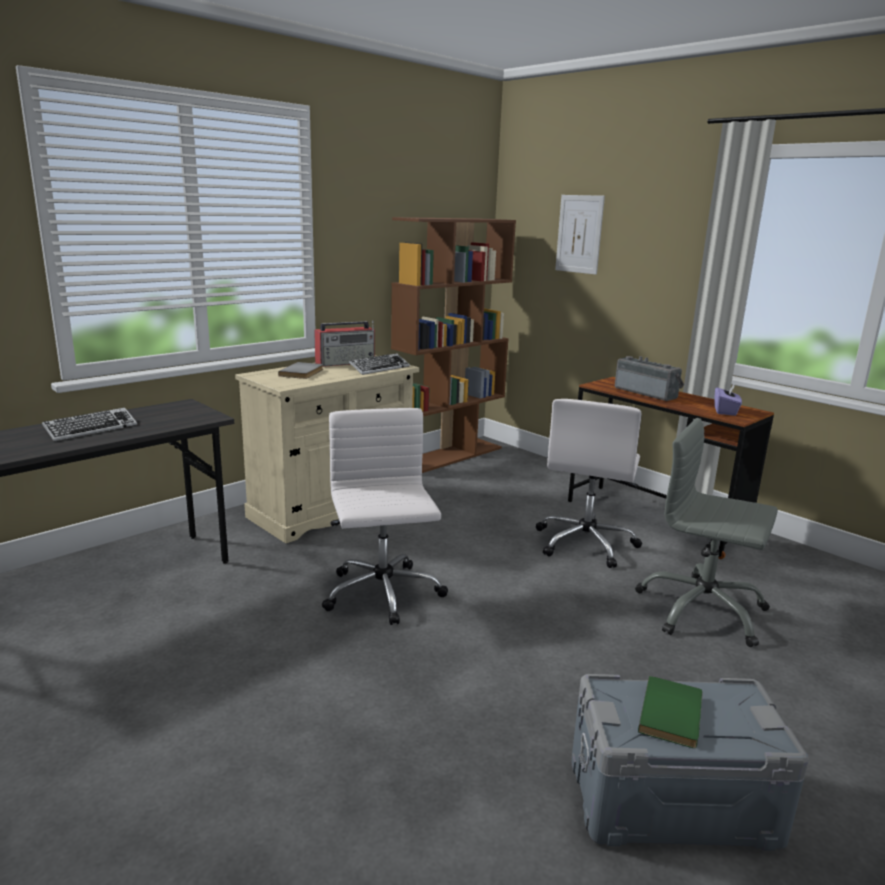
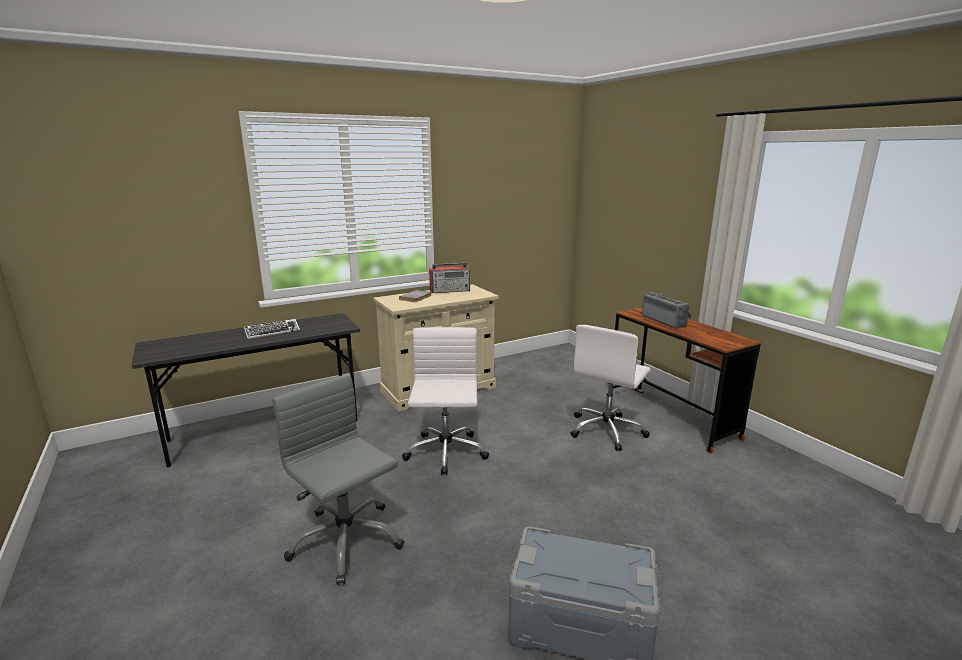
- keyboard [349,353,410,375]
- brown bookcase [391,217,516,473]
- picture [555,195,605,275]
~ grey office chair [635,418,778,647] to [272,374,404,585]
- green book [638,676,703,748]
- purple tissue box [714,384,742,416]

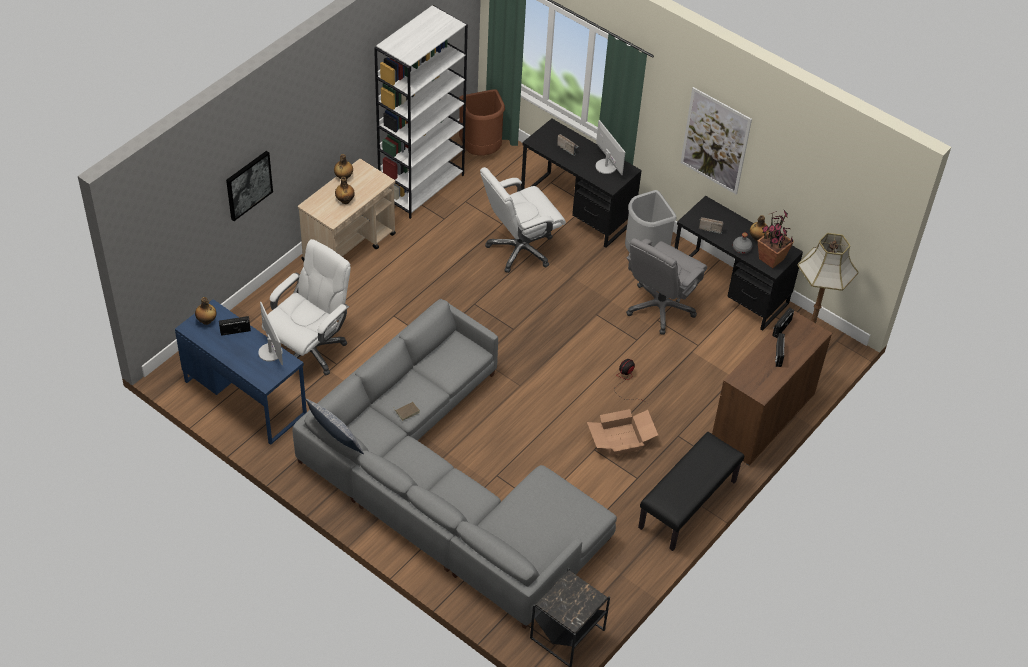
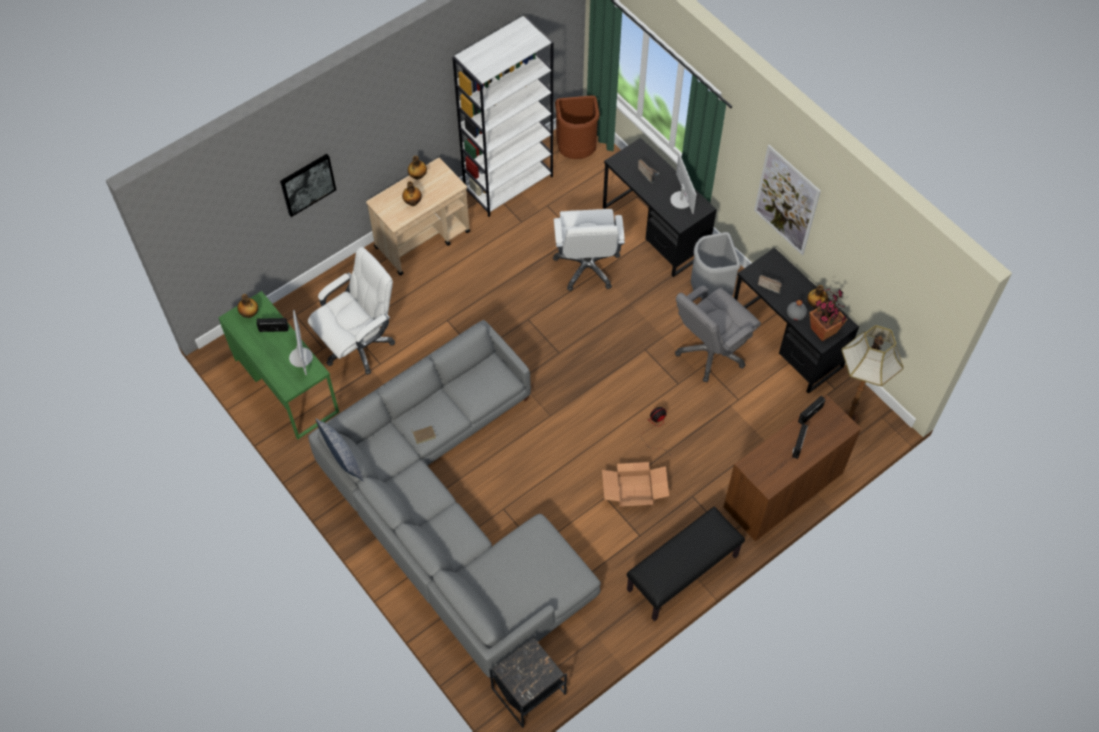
~ blue desk [175,299,307,445] to green desk [218,291,339,439]
~ white office chair [480,167,566,273] = [553,209,625,291] 75 degrees counterclockwise

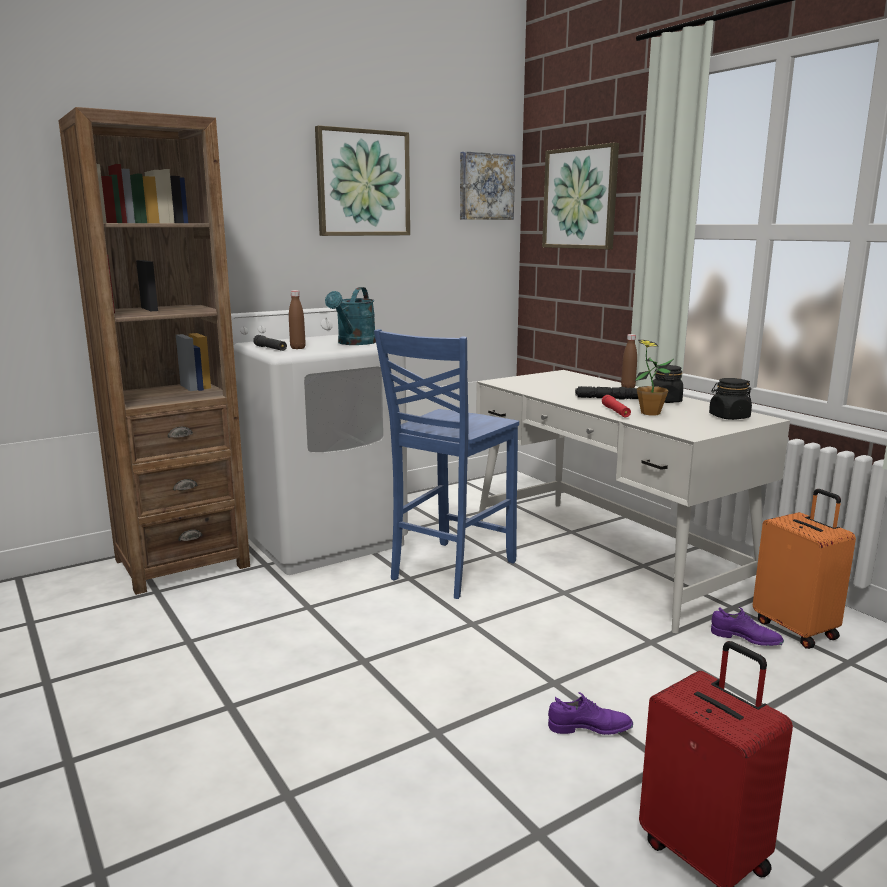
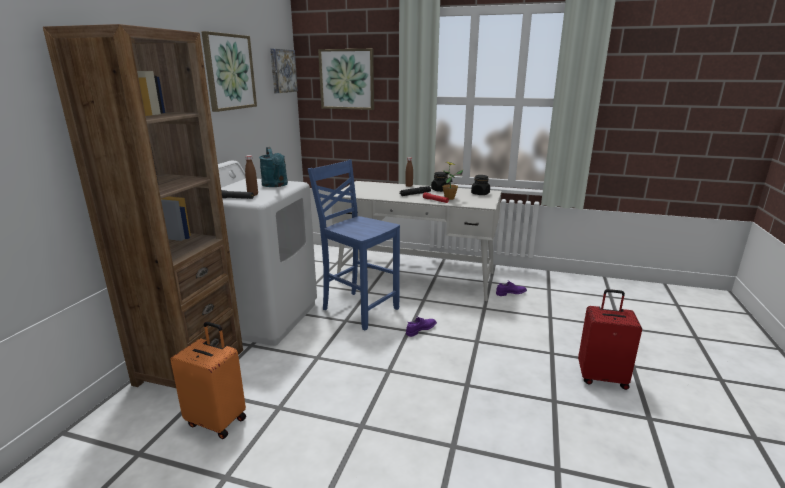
~ blue chair [374,329,519,599] = [308,159,400,331] 135 degrees clockwise
~ purple shoe [548,692,633,735] to [406,316,437,337]
~ orange suitcase [753,489,856,649] to [170,322,246,439]

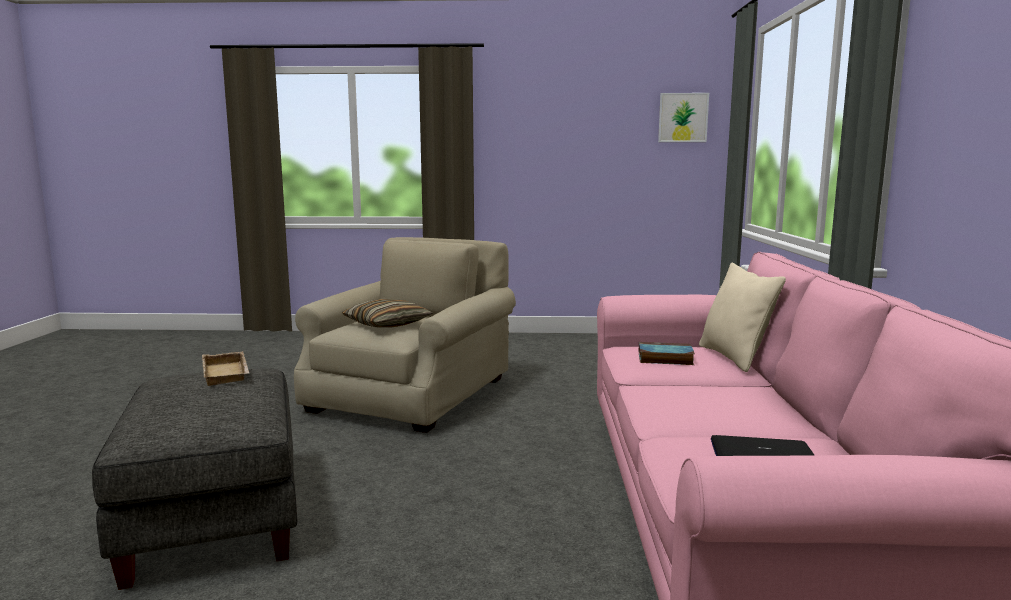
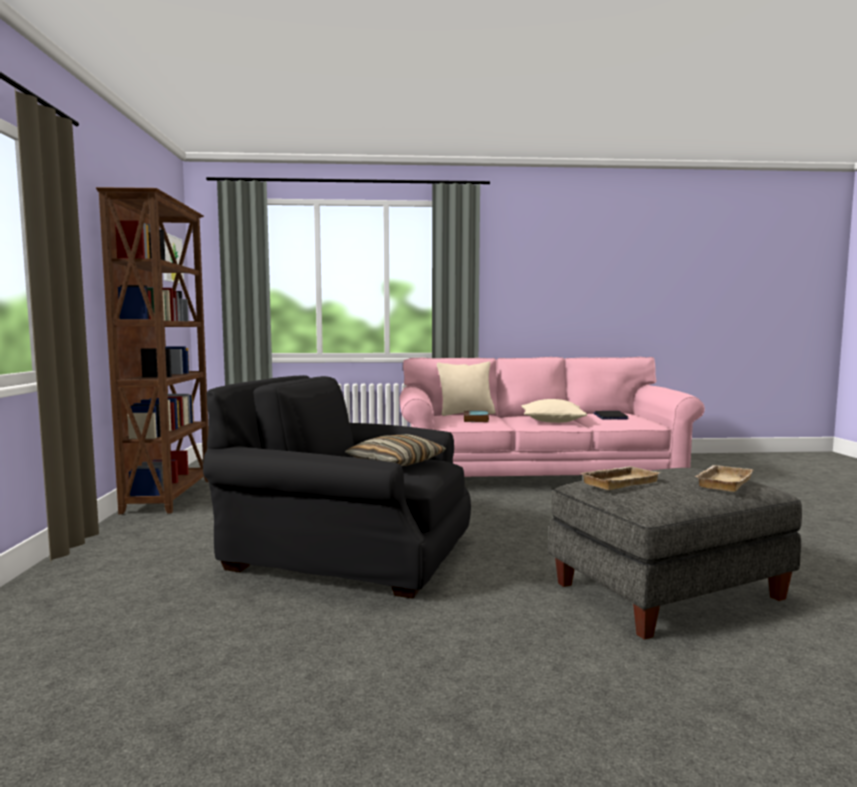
~ beige armchair [294,237,516,433] to black armchair [203,375,471,599]
+ brown bookcase [96,187,208,514]
+ beige pillow [522,399,587,423]
+ beige tray [696,465,754,492]

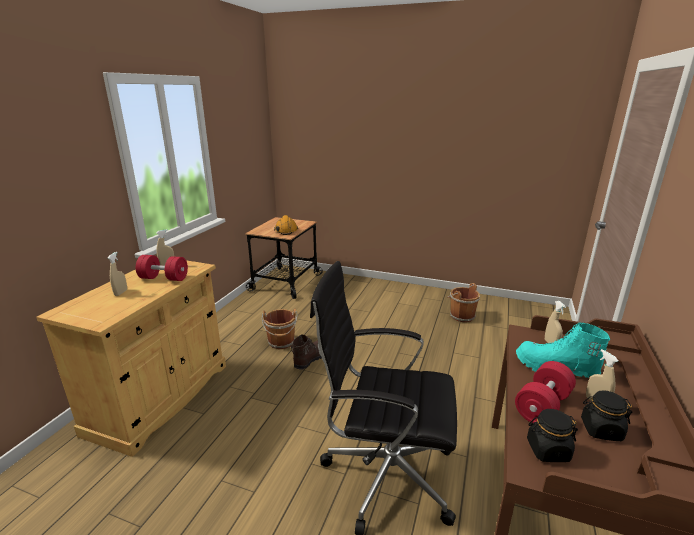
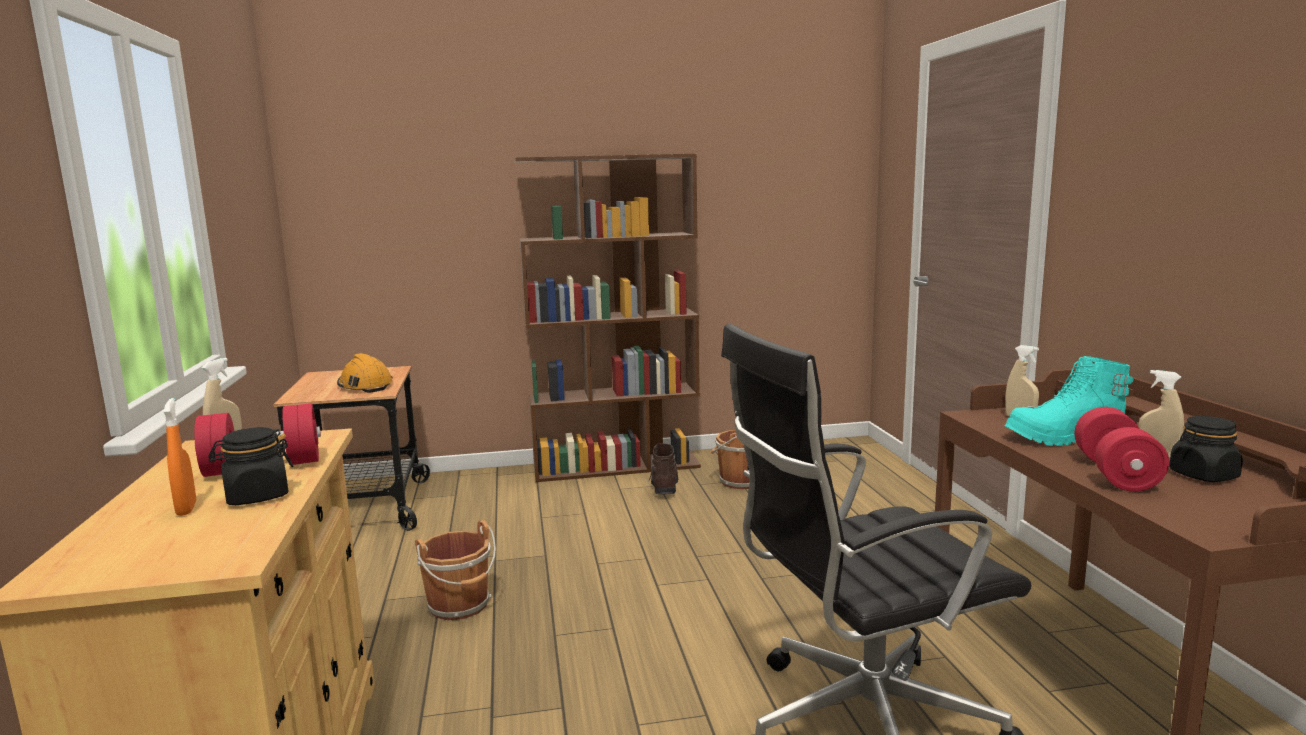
~ beige spray bottle [108,252,127,296] to orange spray bottle [163,398,196,516]
~ brown boot [291,334,322,370] to [648,444,678,494]
~ black jar [527,409,578,462] to [208,427,293,505]
+ brown bookcase [515,154,701,482]

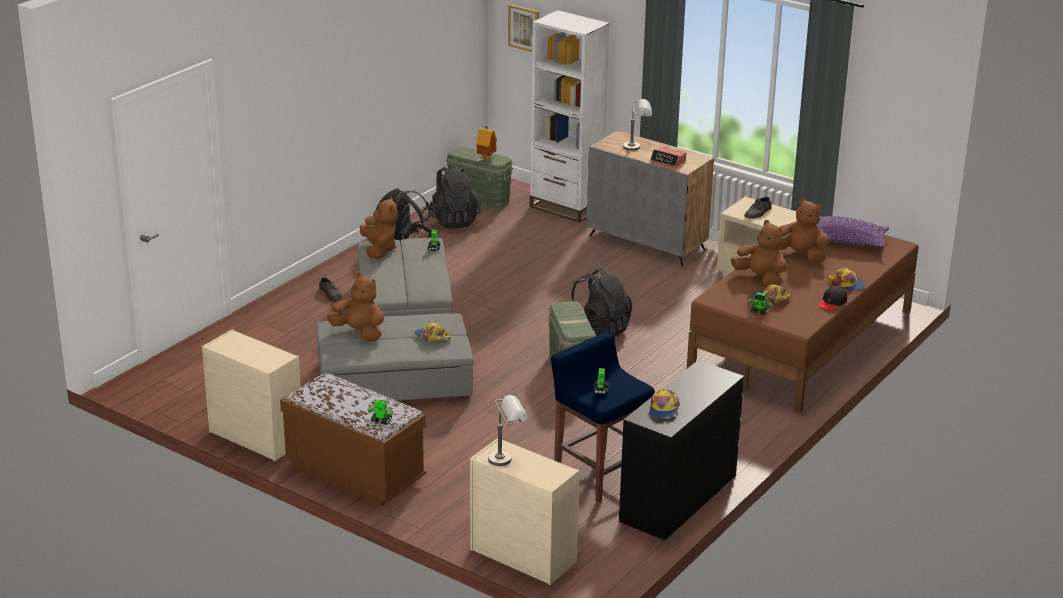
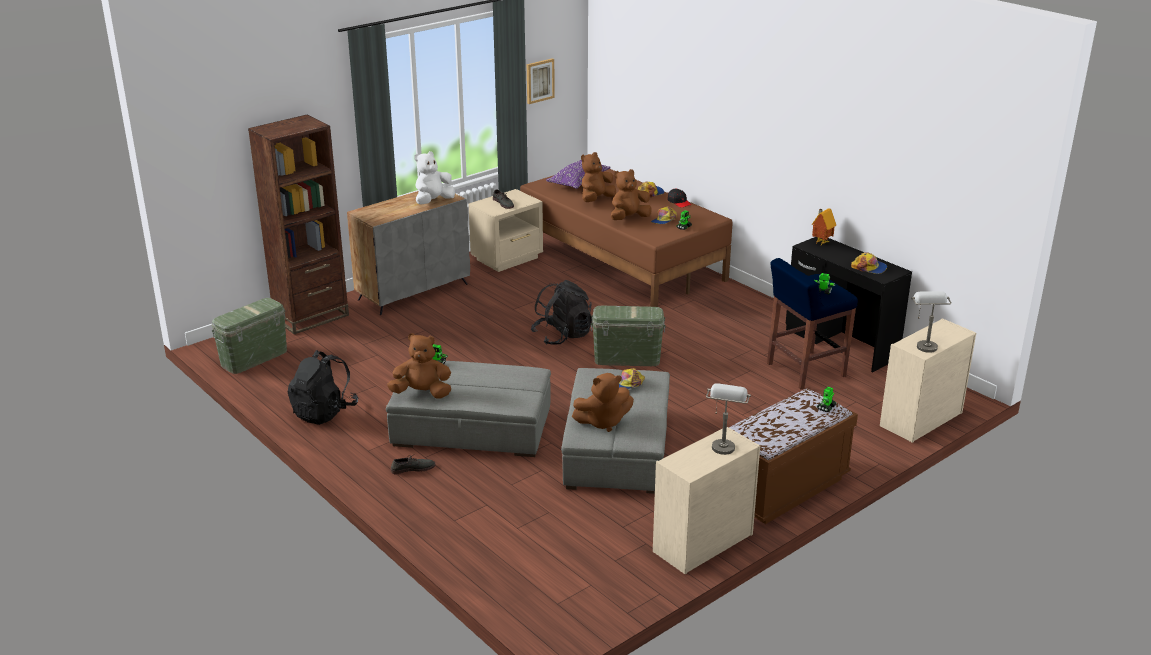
~ brown plush toy [327,273,384,342] = [572,373,634,432] 150 degrees counterclockwise
- black backpack [427,166,481,229]
~ toy house [476,126,497,161] to [811,208,836,245]
~ picture [508,4,539,52] to [527,58,555,104]
~ white bookcase [530,10,610,223] to brown bookcase [248,115,349,334]
~ grey table lamp [623,99,652,151] to [706,383,751,455]
~ alarm clock [650,146,686,168] to white plush toy [414,151,455,205]

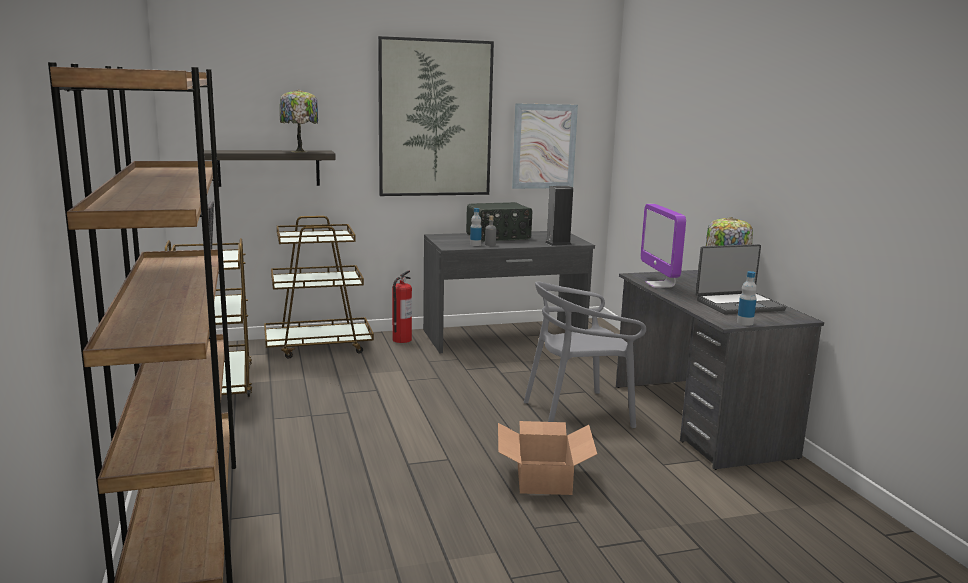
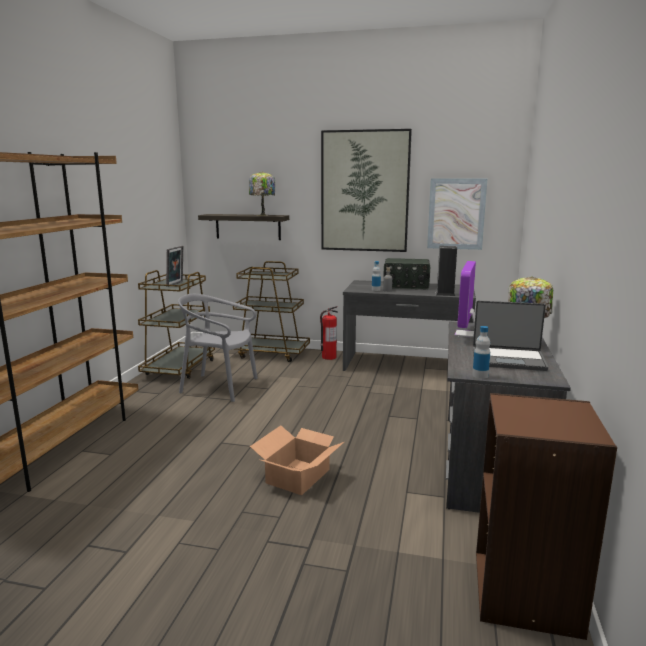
~ grey chair [524,282,646,428] to [178,294,258,402]
+ brown bookcase [476,393,617,640]

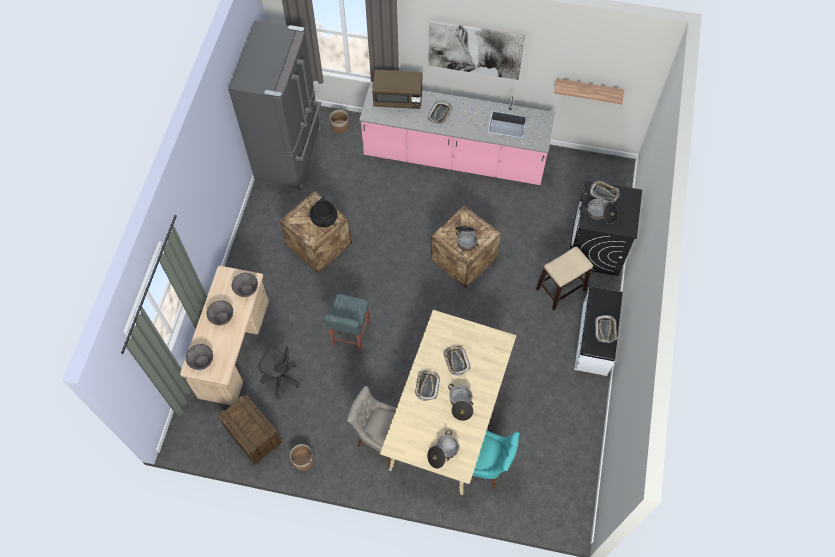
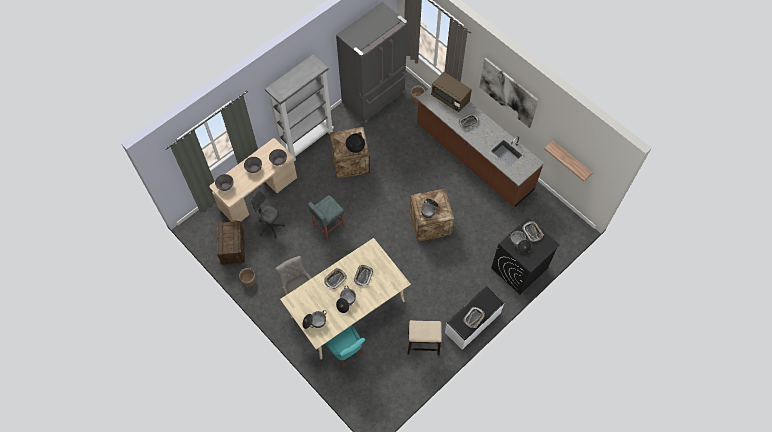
~ grey office chair [258,345,300,398] = [251,191,285,239] 150 degrees clockwise
~ pink counter [359,82,555,185] to brown counter [417,87,544,207]
~ stool [536,247,593,311] to [407,320,442,355]
+ grey bookcase [265,54,334,161]

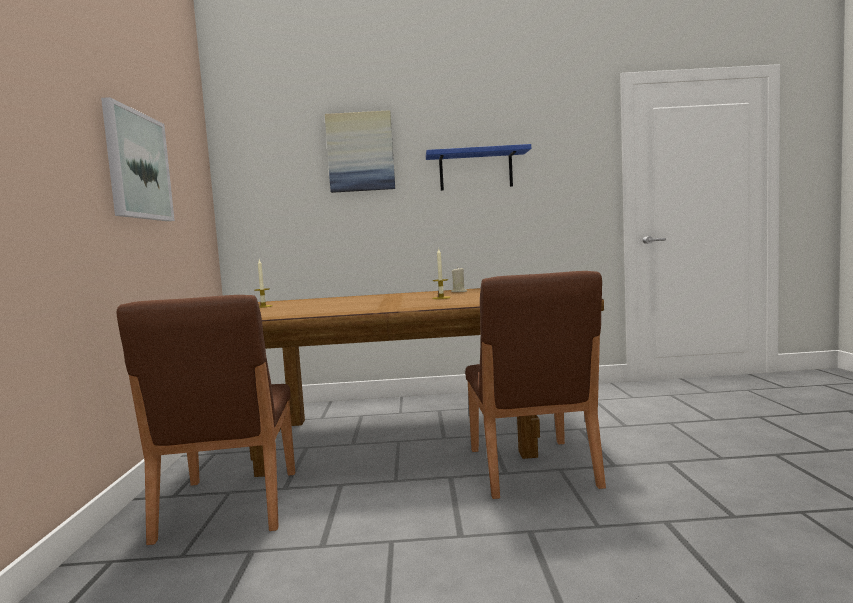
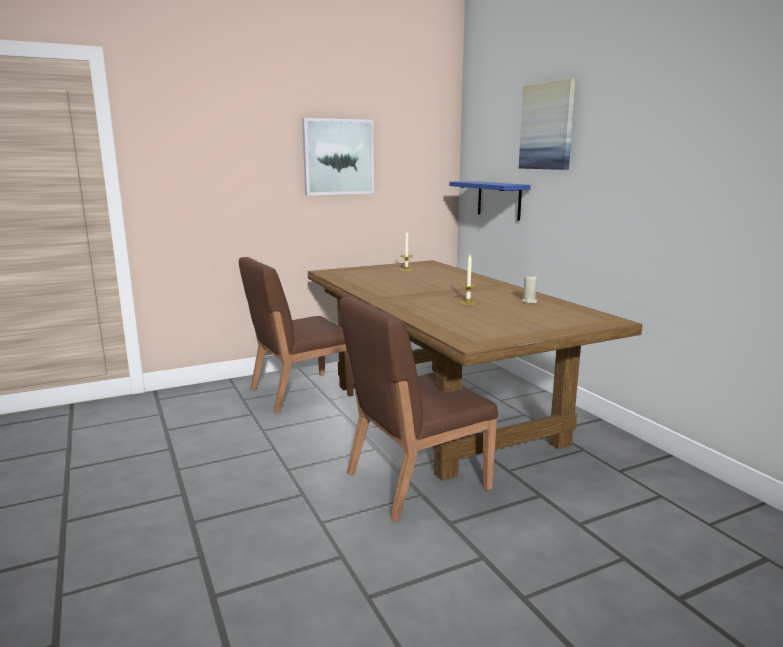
~ blue shelf [426,144,531,191] to [449,181,531,221]

